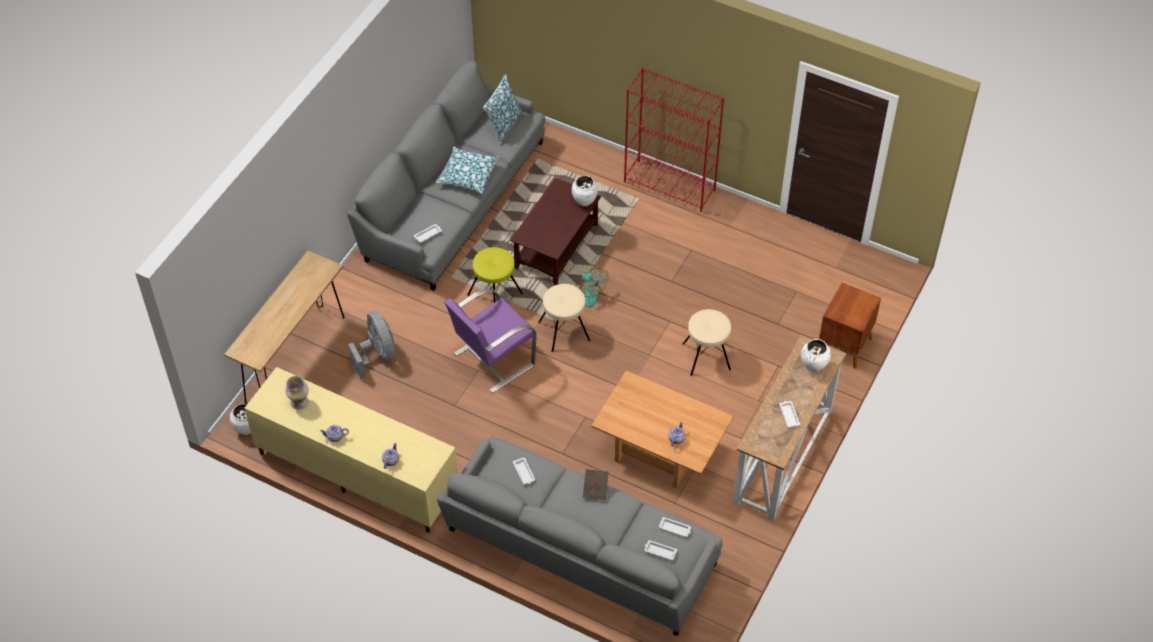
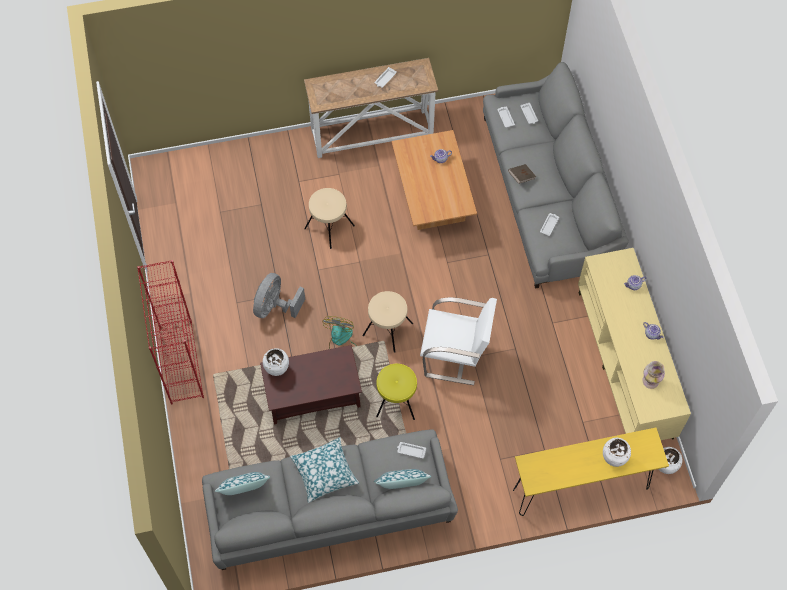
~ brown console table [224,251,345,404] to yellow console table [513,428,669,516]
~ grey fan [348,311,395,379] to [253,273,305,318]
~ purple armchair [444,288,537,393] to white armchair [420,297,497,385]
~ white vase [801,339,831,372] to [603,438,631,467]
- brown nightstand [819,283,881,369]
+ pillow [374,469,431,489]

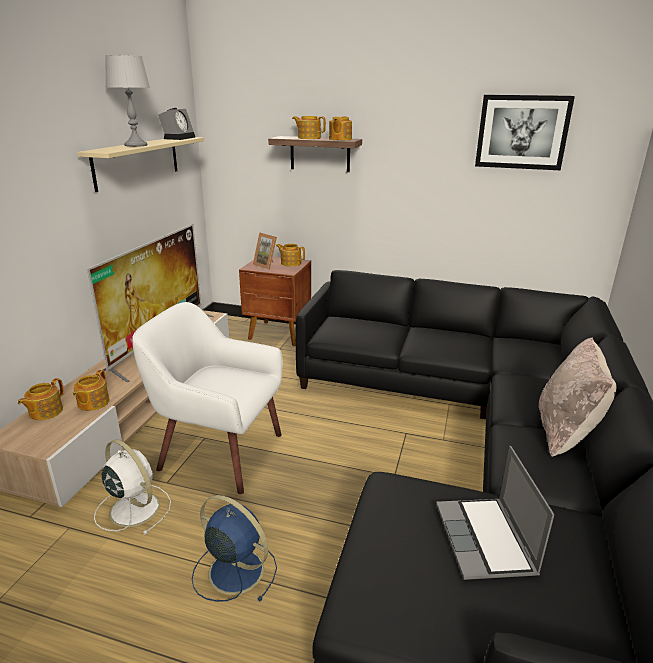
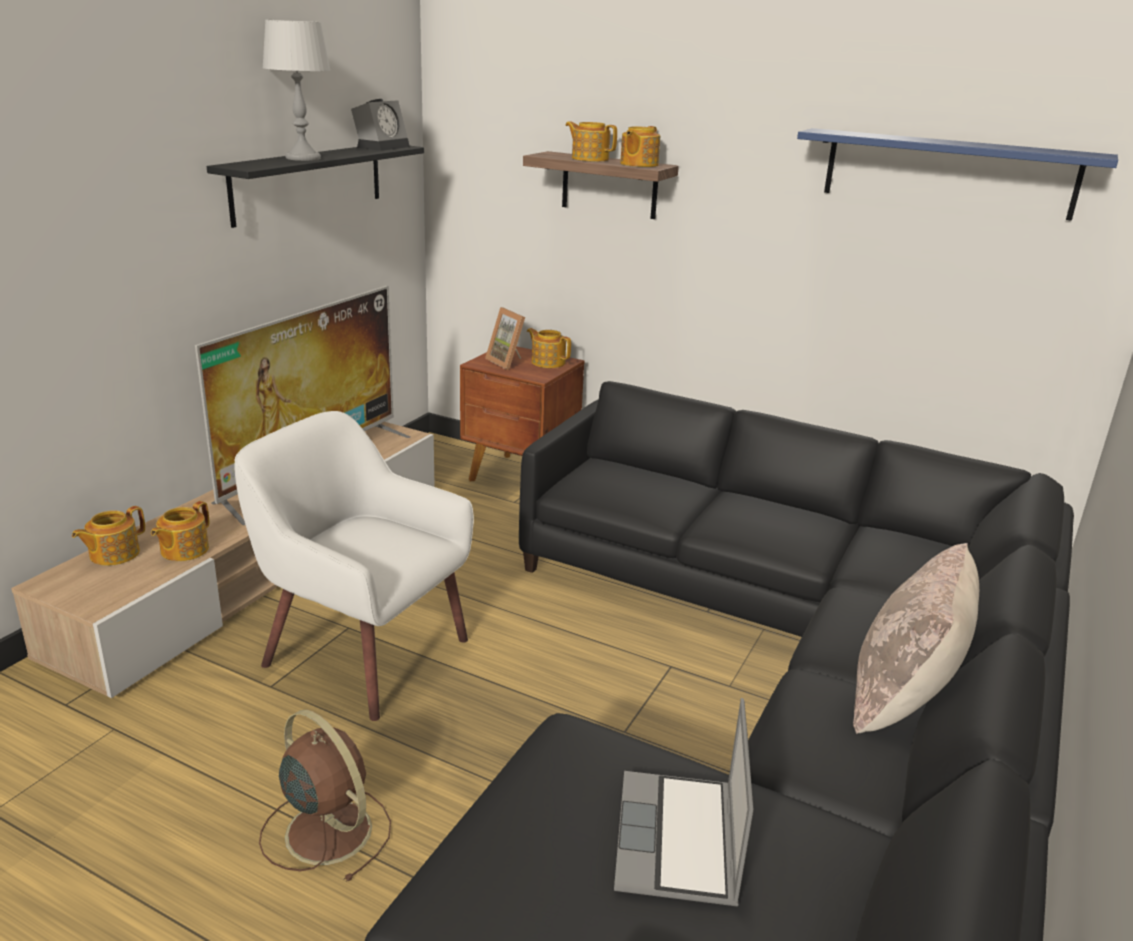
~ beige shelf [77,137,204,192] to black shelf [207,146,424,228]
- white fan [94,440,171,535]
~ blue fan [192,495,277,602] to brown fan [259,710,391,881]
~ picture [475,95,575,170] to blue shelf [797,128,1118,221]

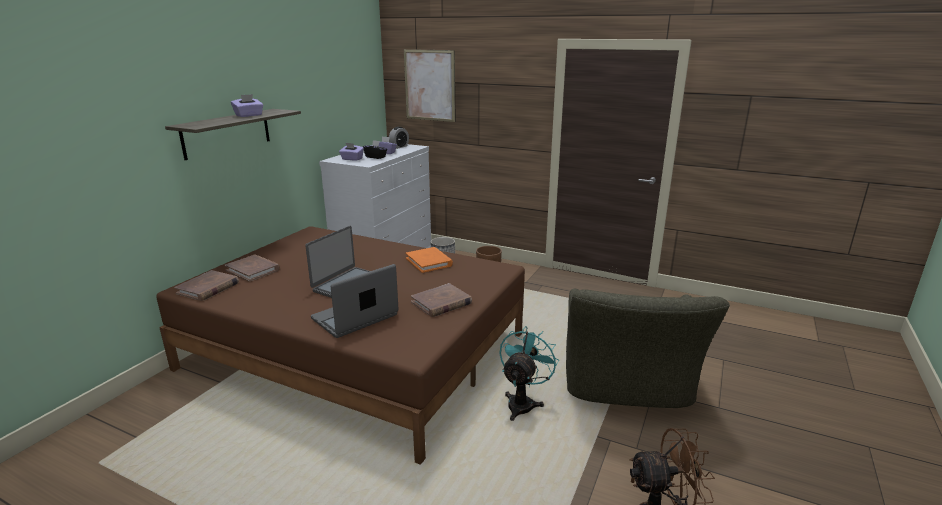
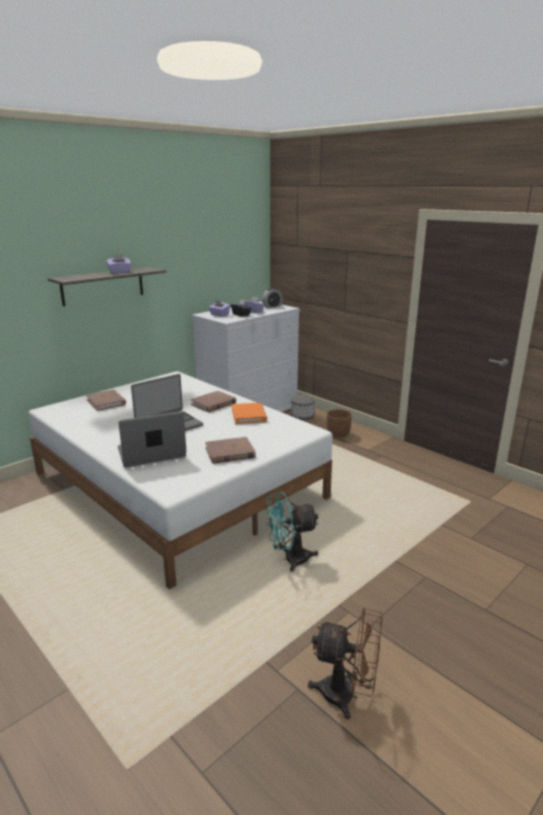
~ brown bed [156,226,525,465] to white bed [29,371,333,590]
~ brown book [174,270,239,301] to [190,391,237,412]
- picture [404,49,456,122]
~ turquoise fan [499,326,559,421] = [265,492,319,572] 150 degrees counterclockwise
- green armchair [566,289,730,408]

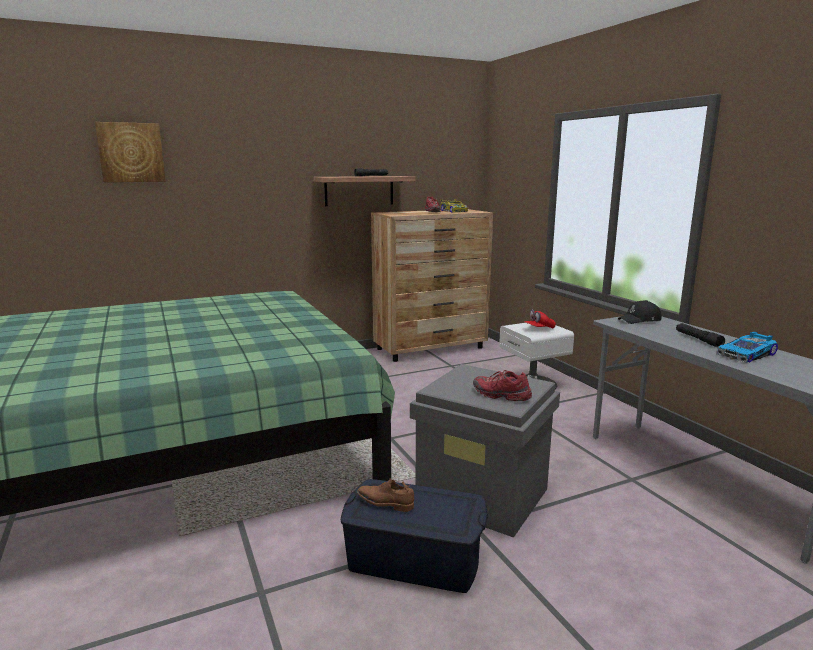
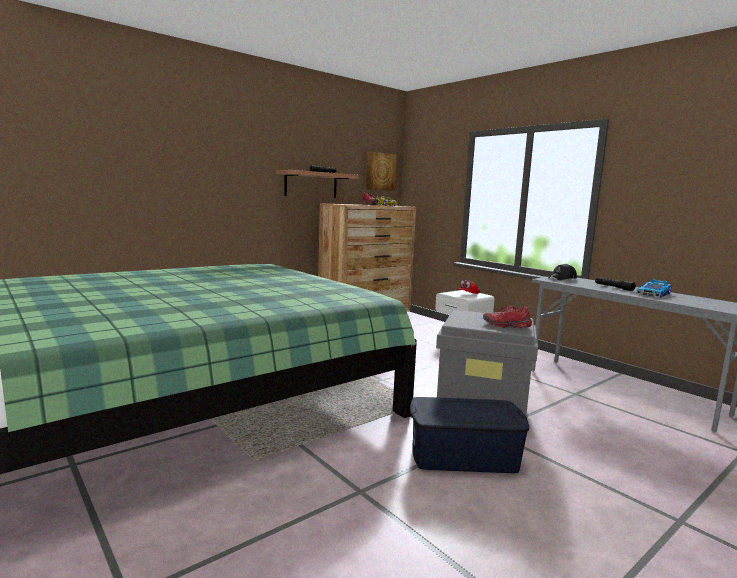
~ picture [95,122,166,182] to [366,152,397,191]
- brown shoe [357,478,414,512]

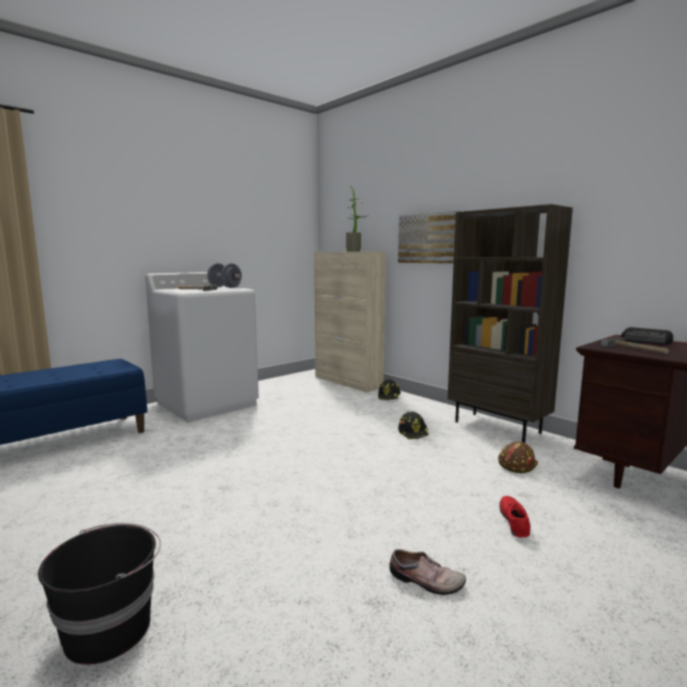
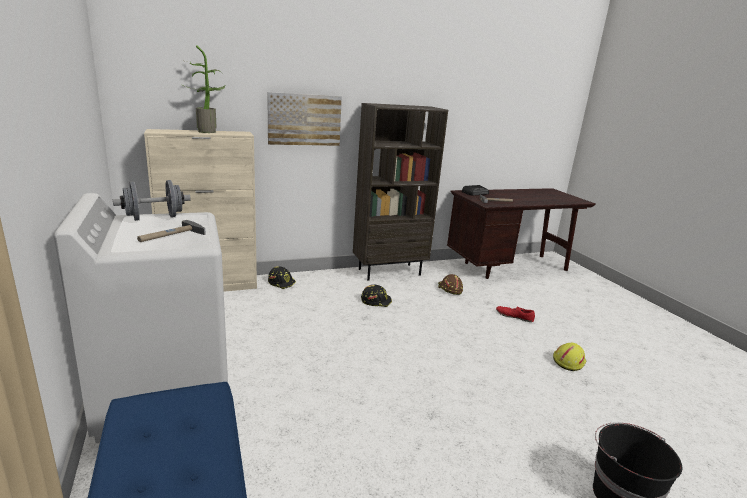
~ shoe [390,549,466,595] to yellow hard hat [553,343,586,371]

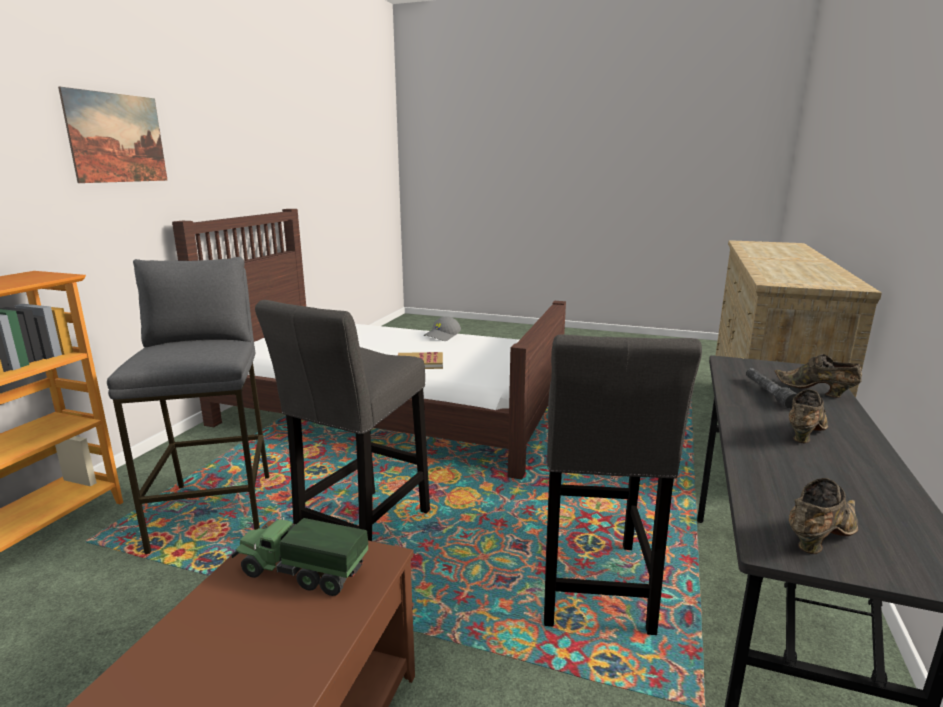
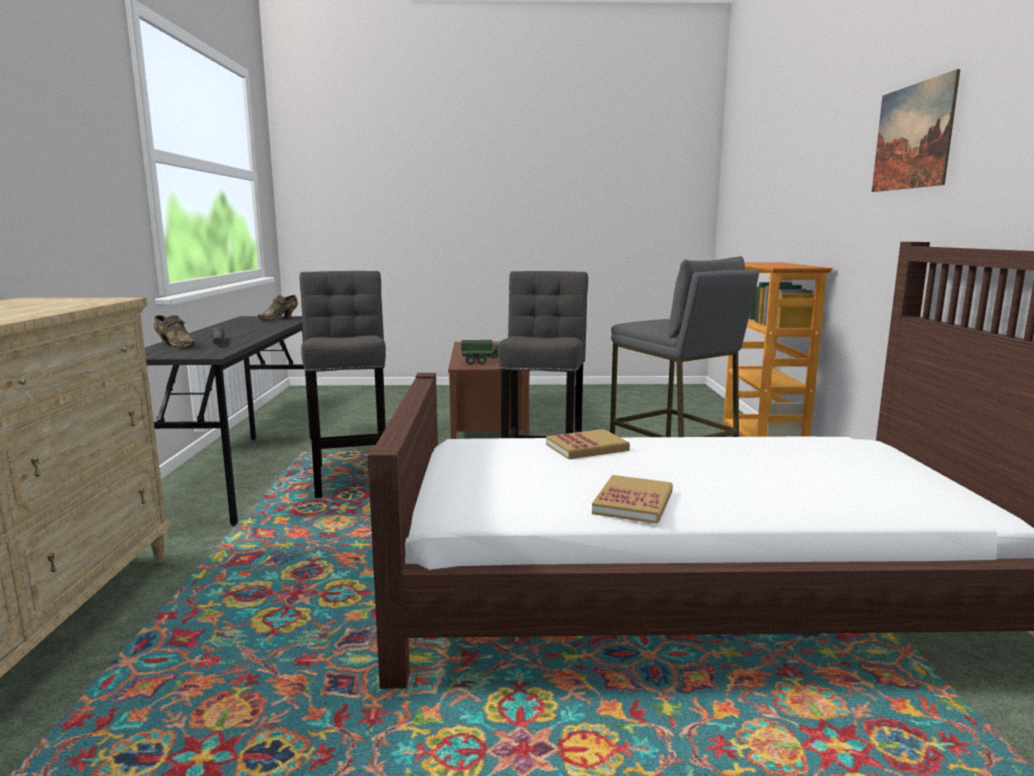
~ grey cap [423,316,461,341] to book [592,475,673,524]
- brown shoe [789,389,828,443]

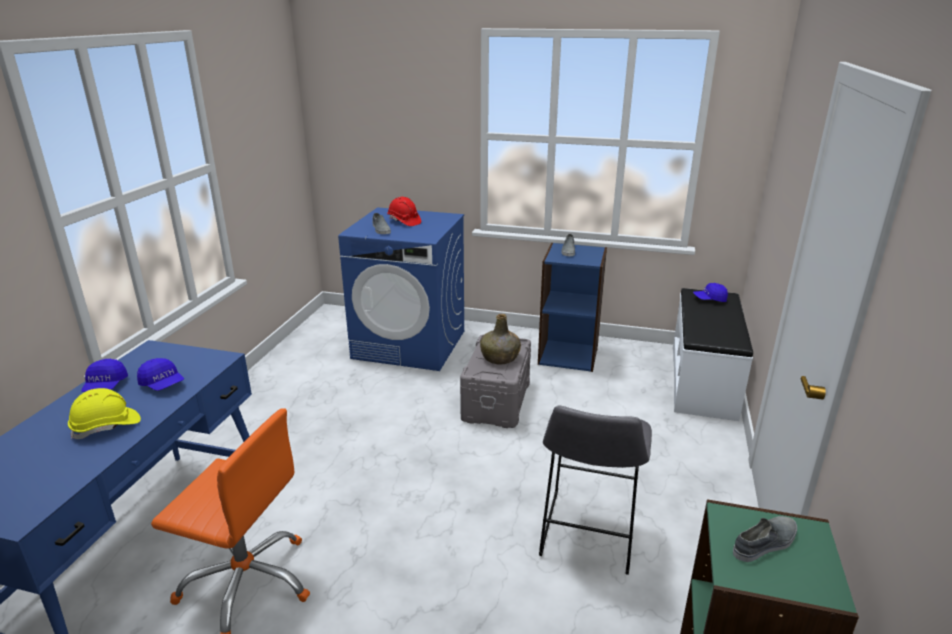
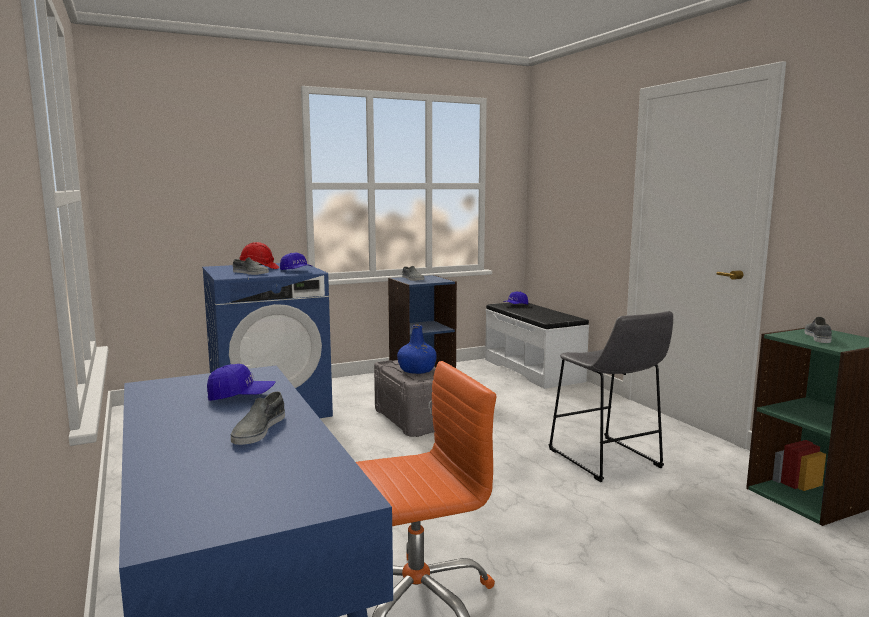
~ yellow hard hat [68,388,141,439] to grey shoe [231,392,285,445]
~ blue cap [81,359,128,392] to [280,252,312,270]
~ green bottle [480,314,521,364] to blue bottle [397,324,437,374]

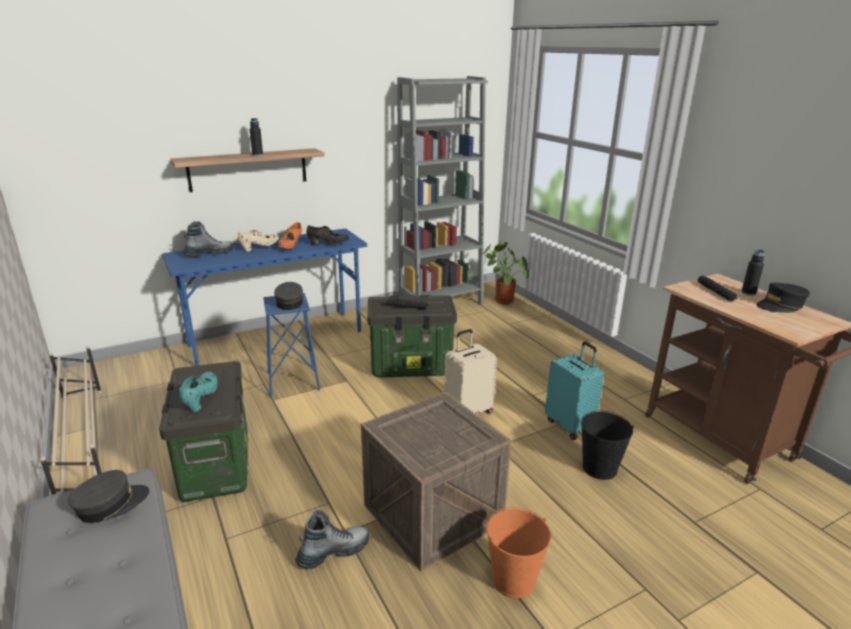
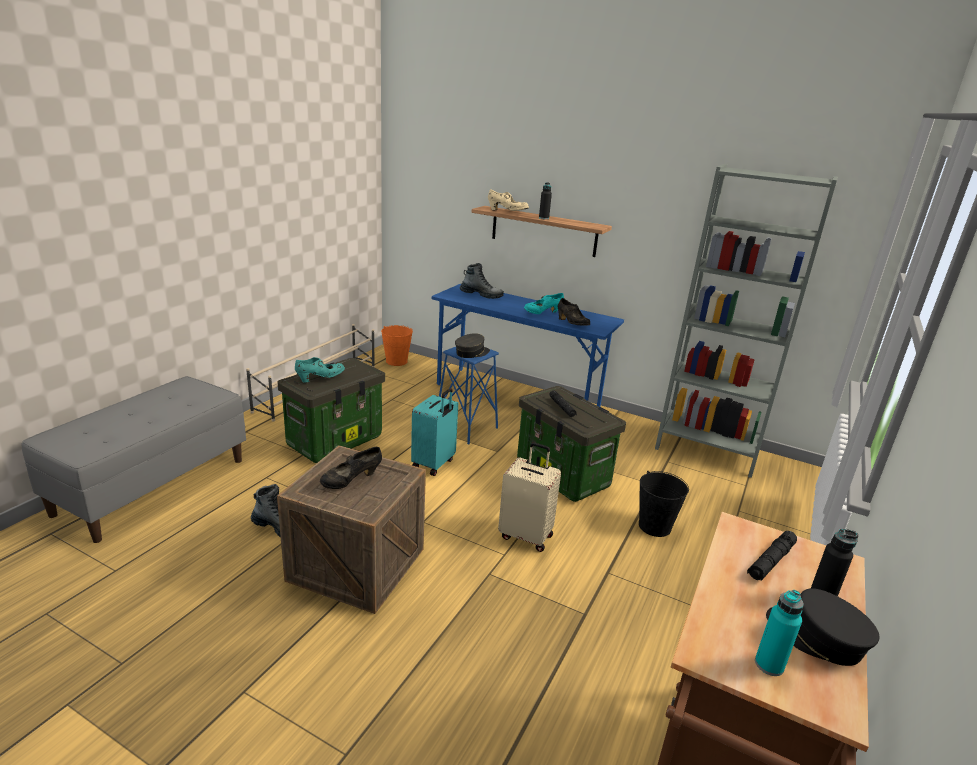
- grey cap [68,470,149,523]
~ beige shoe [238,230,279,252] to [488,189,529,211]
~ orange shoe [278,222,302,249] to turquoise shoe [524,293,564,314]
- potted plant [483,241,529,304]
~ orange bucket [486,507,551,599] to [381,325,413,366]
~ turquoise suitcase [545,341,604,440] to [411,388,458,476]
~ black bucket [581,411,634,480] to [639,471,689,537]
+ black shoe [320,447,382,489]
+ turquoise bottle [755,590,804,676]

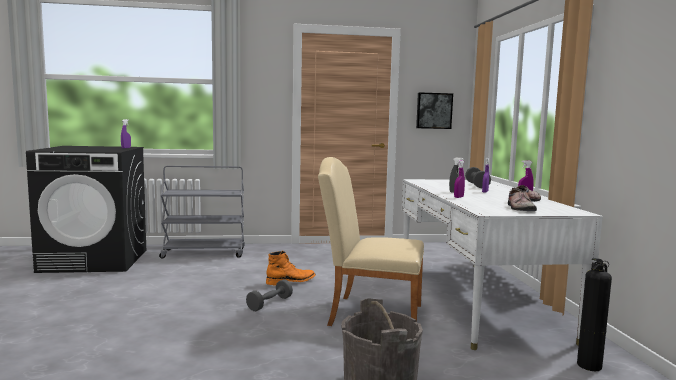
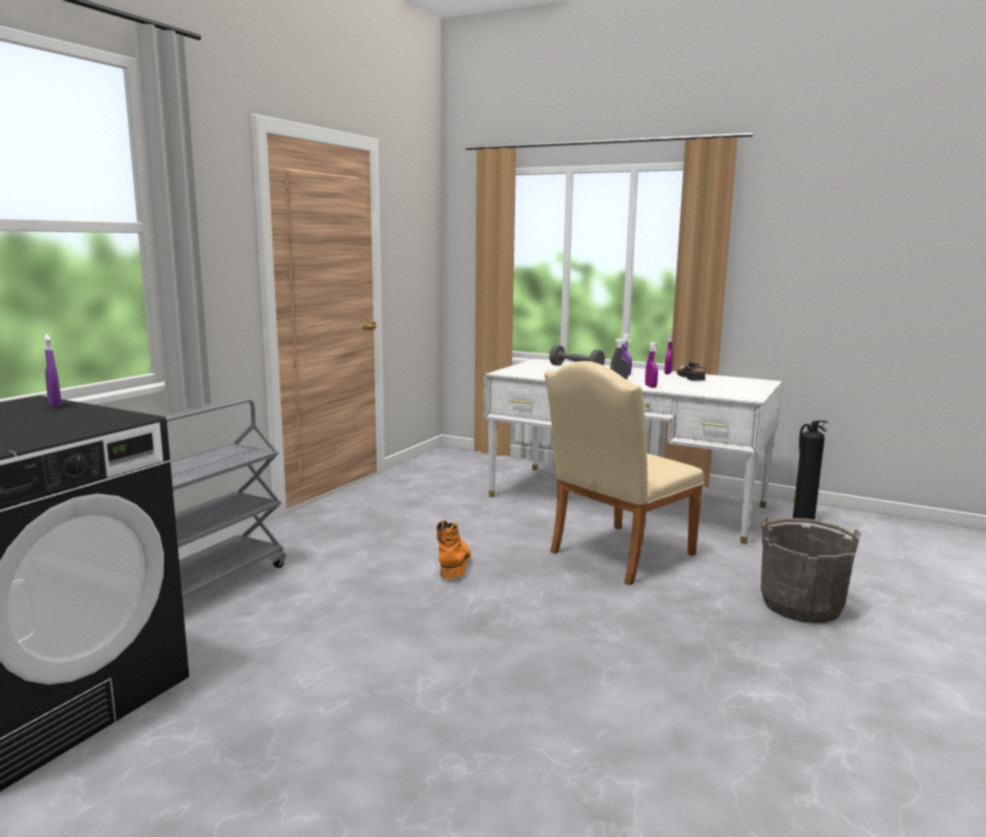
- grey dumbbell [246,280,293,311]
- picture [416,92,453,129]
- shoe [508,189,537,211]

